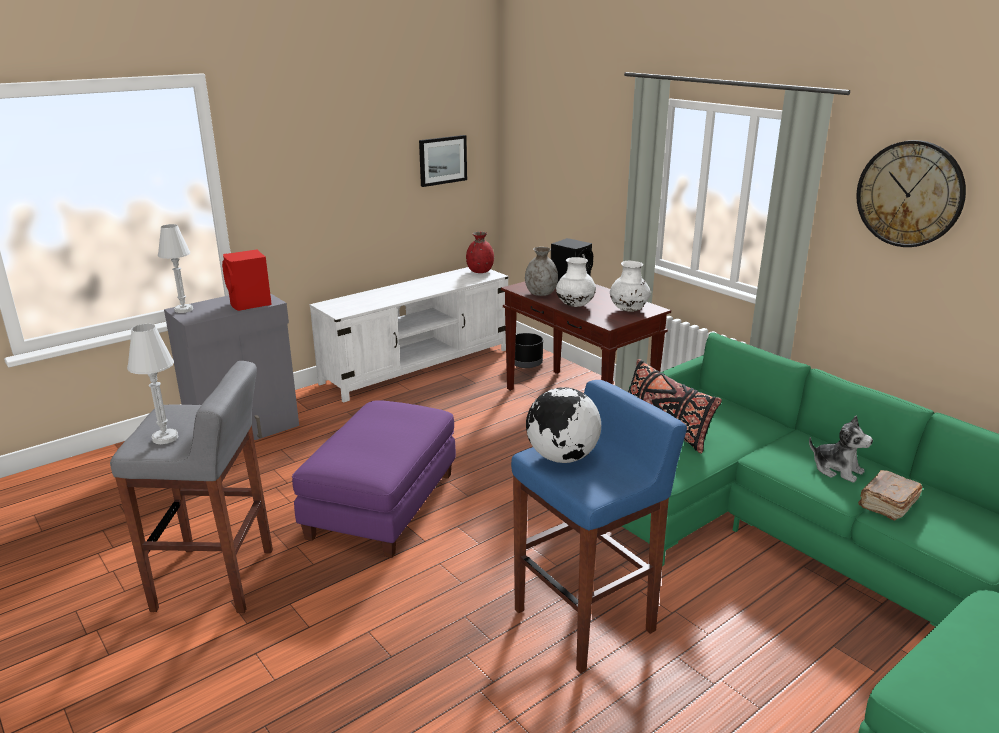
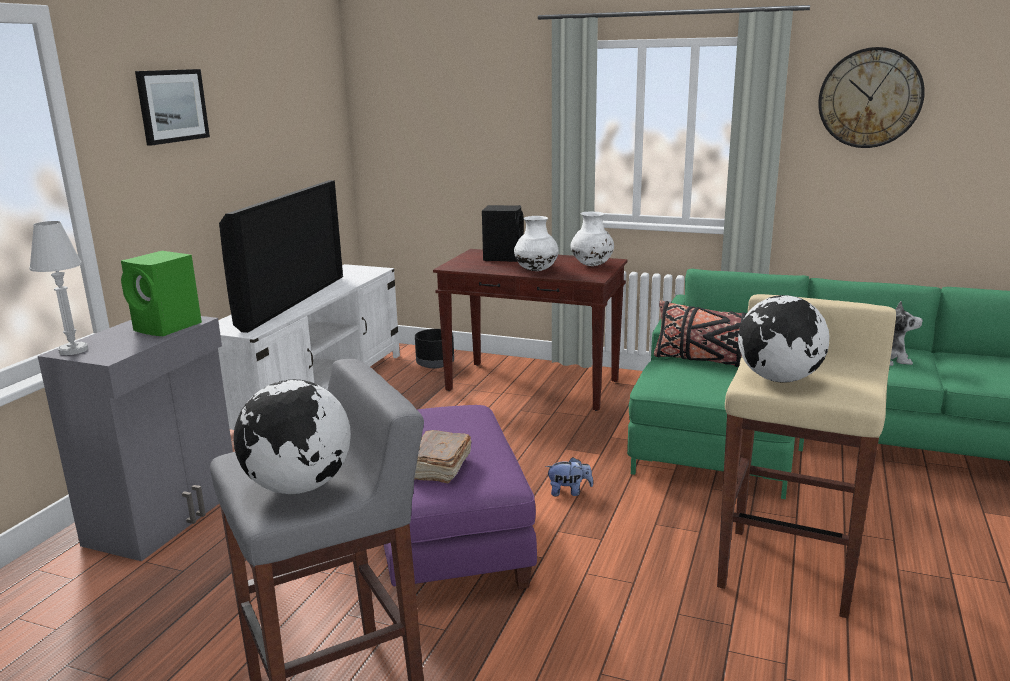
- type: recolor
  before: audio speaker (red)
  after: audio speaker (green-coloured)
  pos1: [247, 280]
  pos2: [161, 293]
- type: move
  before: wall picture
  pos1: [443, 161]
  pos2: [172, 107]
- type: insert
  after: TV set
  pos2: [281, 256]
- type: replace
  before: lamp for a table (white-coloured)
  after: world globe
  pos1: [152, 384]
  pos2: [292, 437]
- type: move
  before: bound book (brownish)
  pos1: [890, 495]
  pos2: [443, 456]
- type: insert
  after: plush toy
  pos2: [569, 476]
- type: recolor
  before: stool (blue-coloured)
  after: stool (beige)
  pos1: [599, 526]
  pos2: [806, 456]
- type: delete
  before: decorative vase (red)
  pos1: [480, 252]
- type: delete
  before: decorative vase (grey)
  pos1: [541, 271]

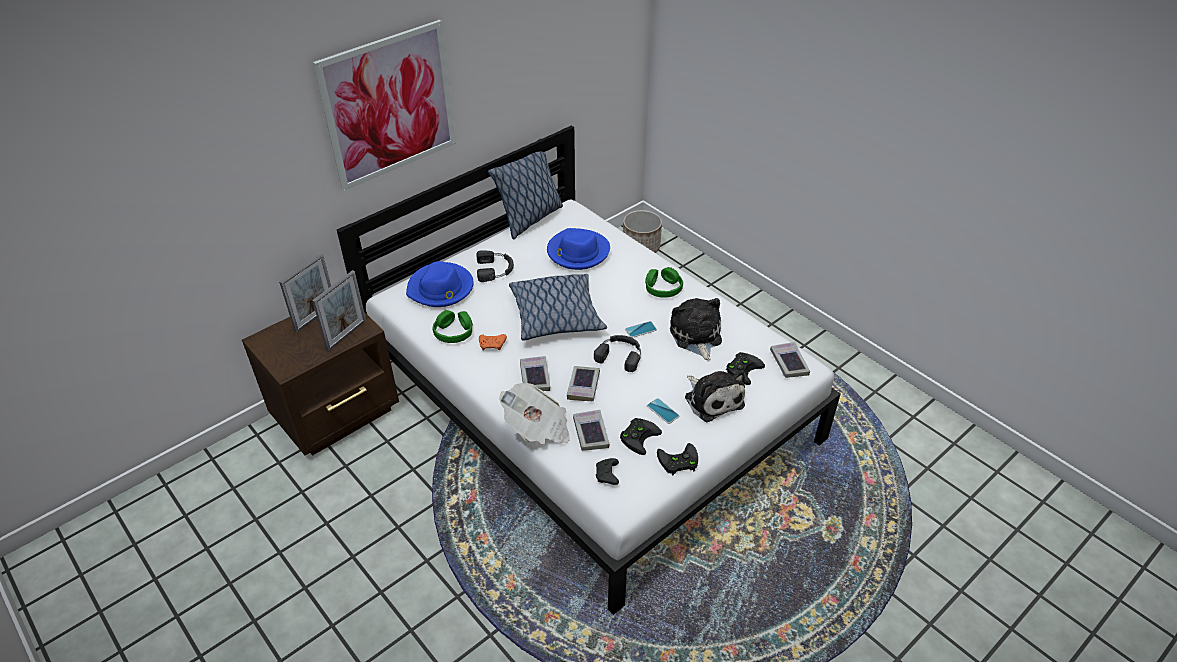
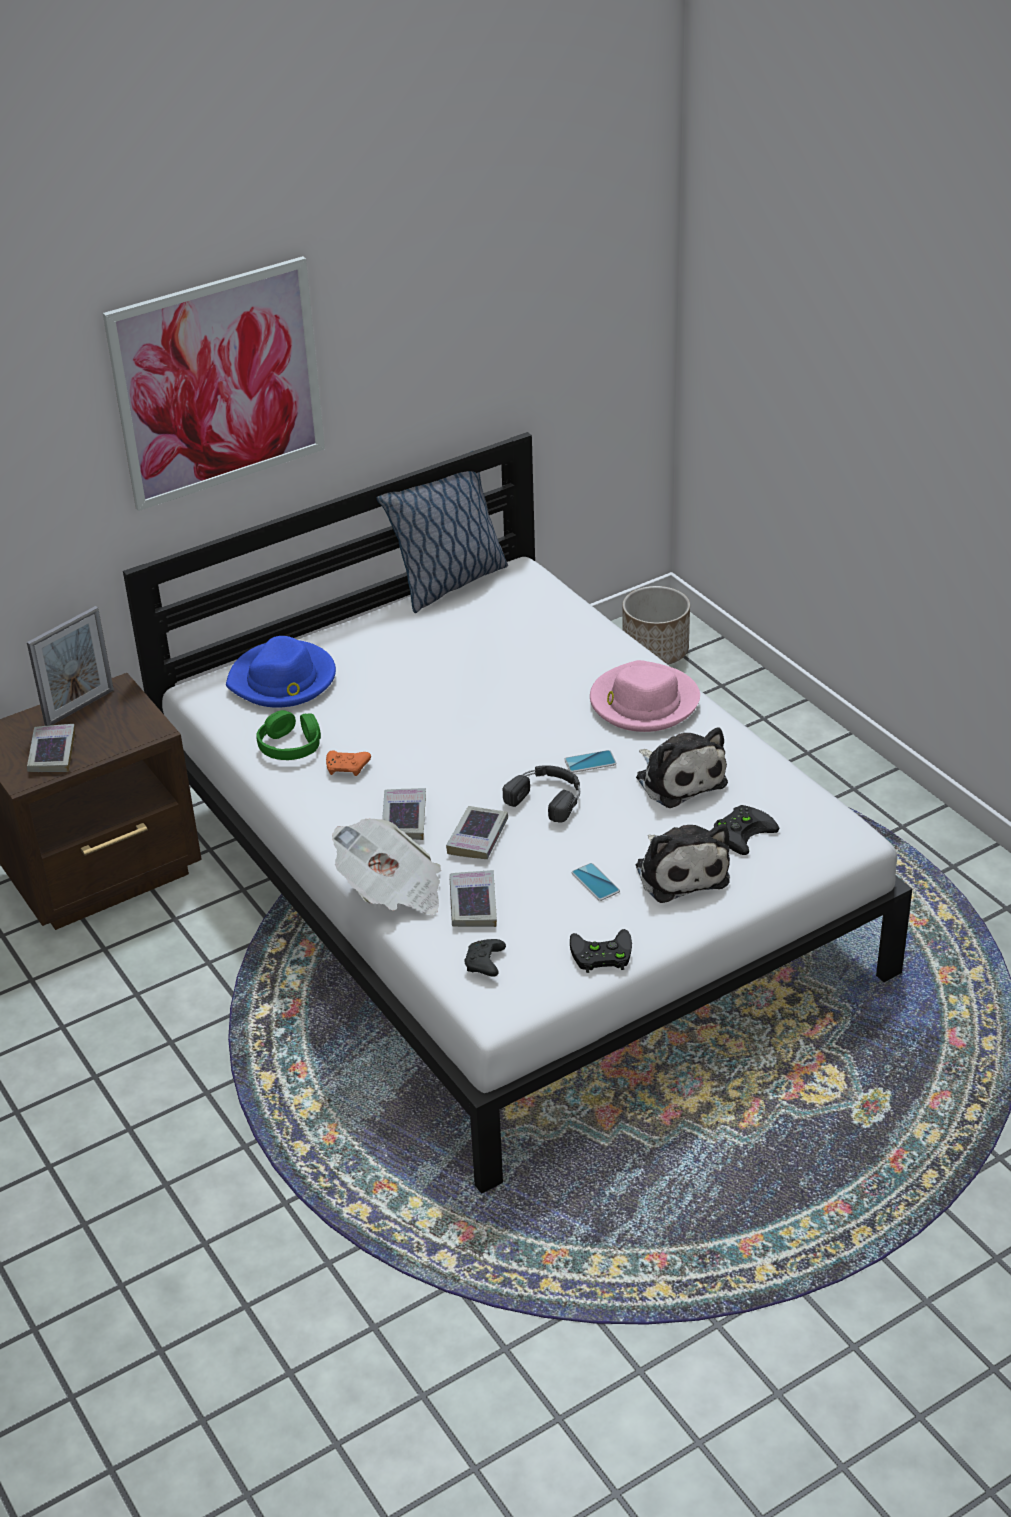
- type: move
  before: bound book
  pos1: [790, 360]
  pos2: [51, 748]
- type: replace
  before: headset (green-coloured)
  after: wearable hat (pink-coloured)
  pos1: [664, 282]
  pos2: [645, 696]
- type: rotate
  before: plush toy
  pos1: [696, 329]
  pos2: [682, 767]
  turn: 150
- type: delete
  before: photo frame
  pos1: [339, 310]
- type: delete
  before: headset (blackish)
  pos1: [495, 266]
- type: delete
  before: cushion
  pos1: [558, 307]
- type: delete
  before: wearable hat (blue-coloured)
  pos1: [578, 249]
- type: delete
  before: gamepad (blackish)
  pos1: [641, 436]

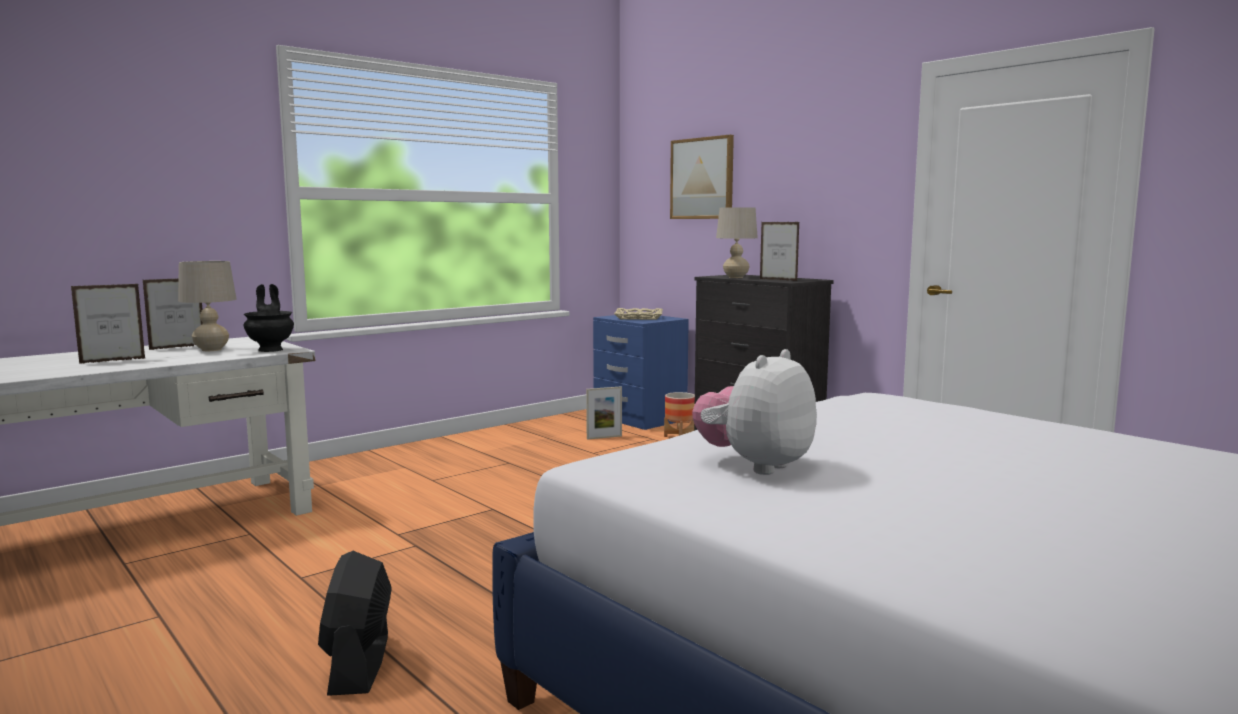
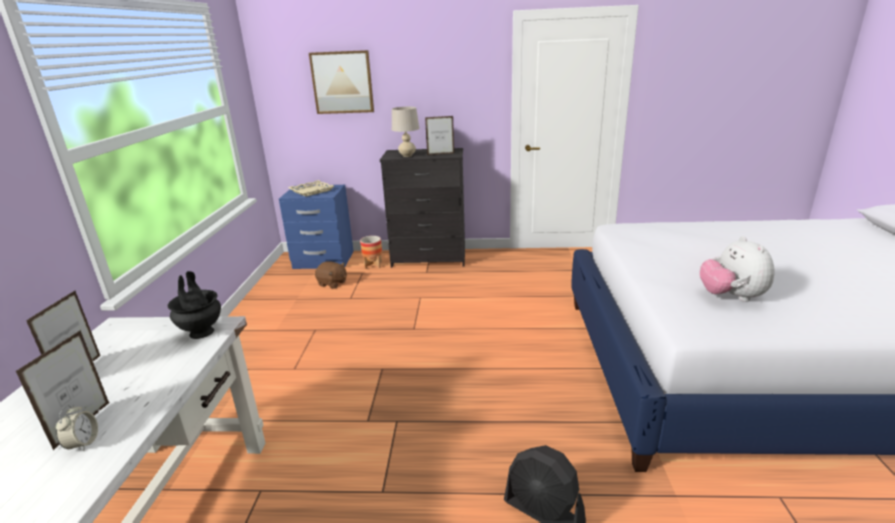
- type: insert
  after: alarm clock
  pos2: [77, 428]
- type: replace
  before: photo frame
  after: plush toy (brownish)
  pos1: [604, 413]
  pos2: [331, 275]
- type: delete
  before: lamp for a table (beige)
  pos1: [207, 306]

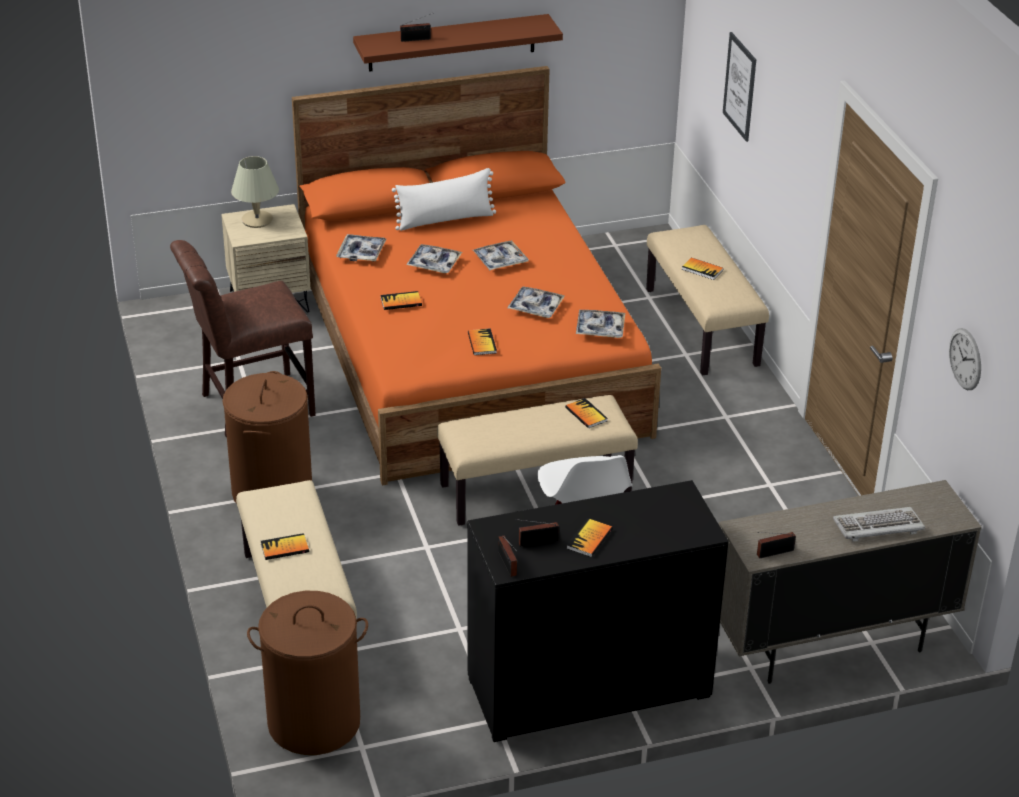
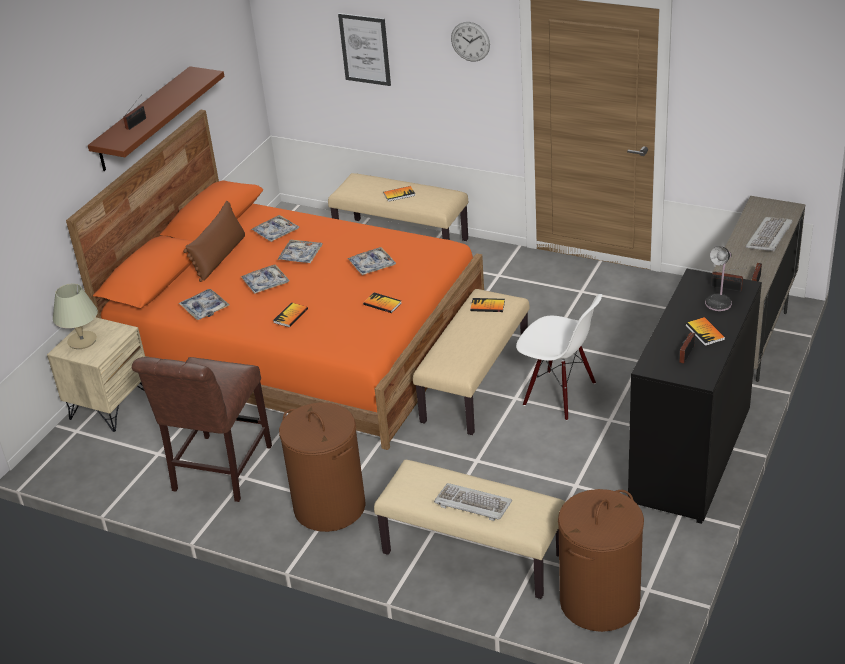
- type: recolor
  before: cushion (white-coloured)
  after: cushion (brownish)
  pos1: [444, 199]
  pos2: [214, 241]
- type: move
  before: tray
  pos1: [600, 324]
  pos2: [275, 228]
- type: replace
  before: bound book
  after: keyboard
  pos1: [285, 546]
  pos2: [473, 502]
- type: move
  before: hanging clock
  pos1: [965, 359]
  pos2: [470, 41]
- type: insert
  after: lamp for a table
  pos2: [718, 278]
- type: move
  before: radio set
  pos1: [508, 556]
  pos2: [727, 280]

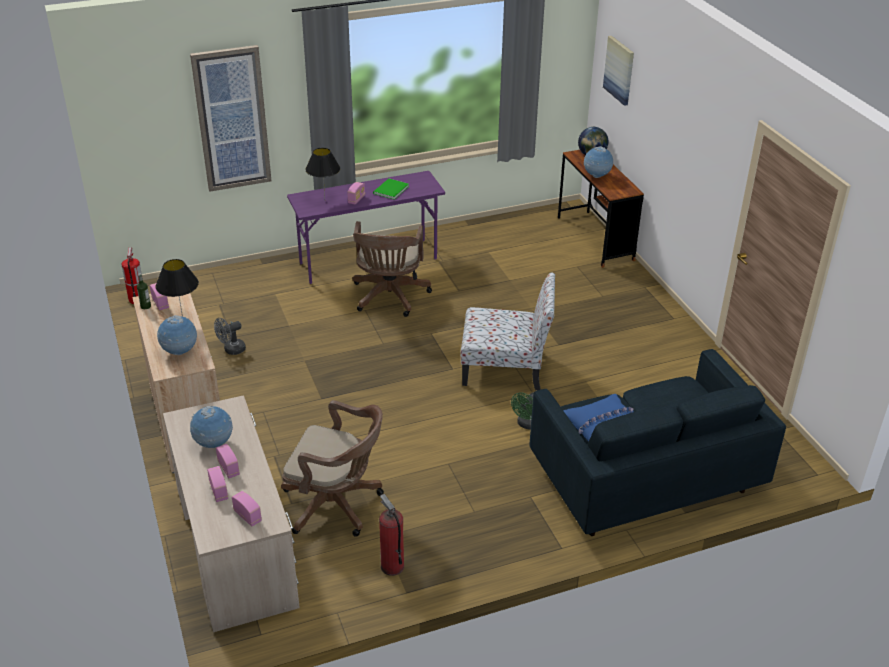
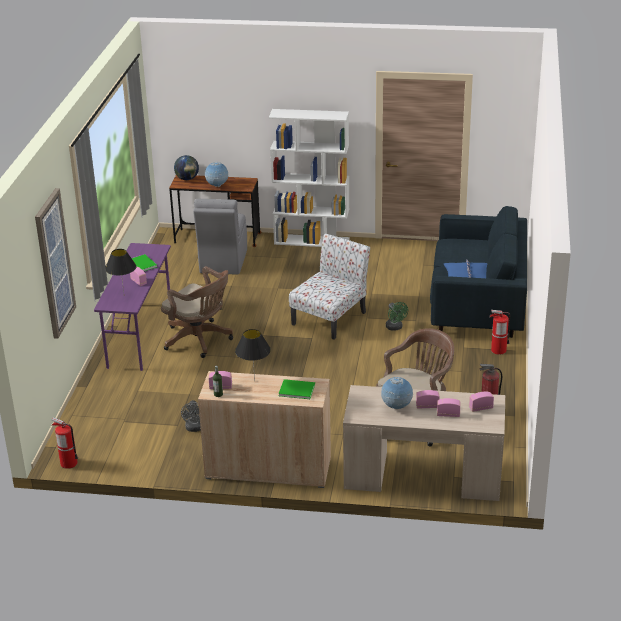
- type: insert
  after: upright chair (grey)
  pos2: [220, 236]
- type: insert
  after: bookcase (white-coloured)
  pos2: [309, 178]
- type: replace
  before: world globe
  after: bound book (green-coloured)
  pos1: [177, 335]
  pos2: [296, 389]
- type: insert
  after: fire-fighting cylinder
  pos2: [500, 332]
- type: delete
  before: wall picture
  pos1: [618, 71]

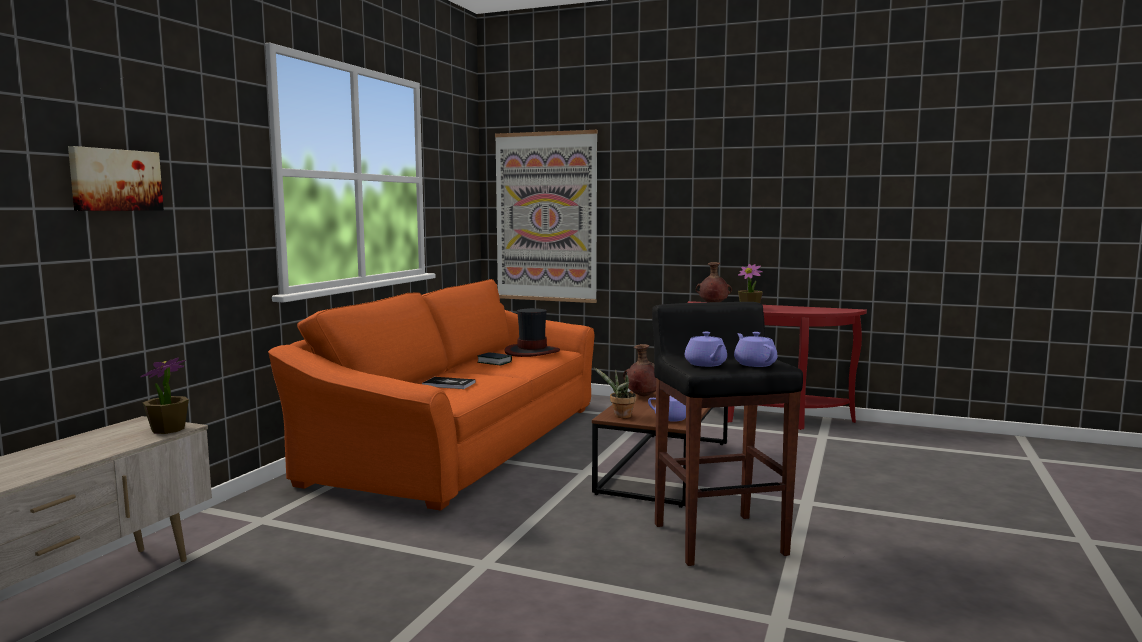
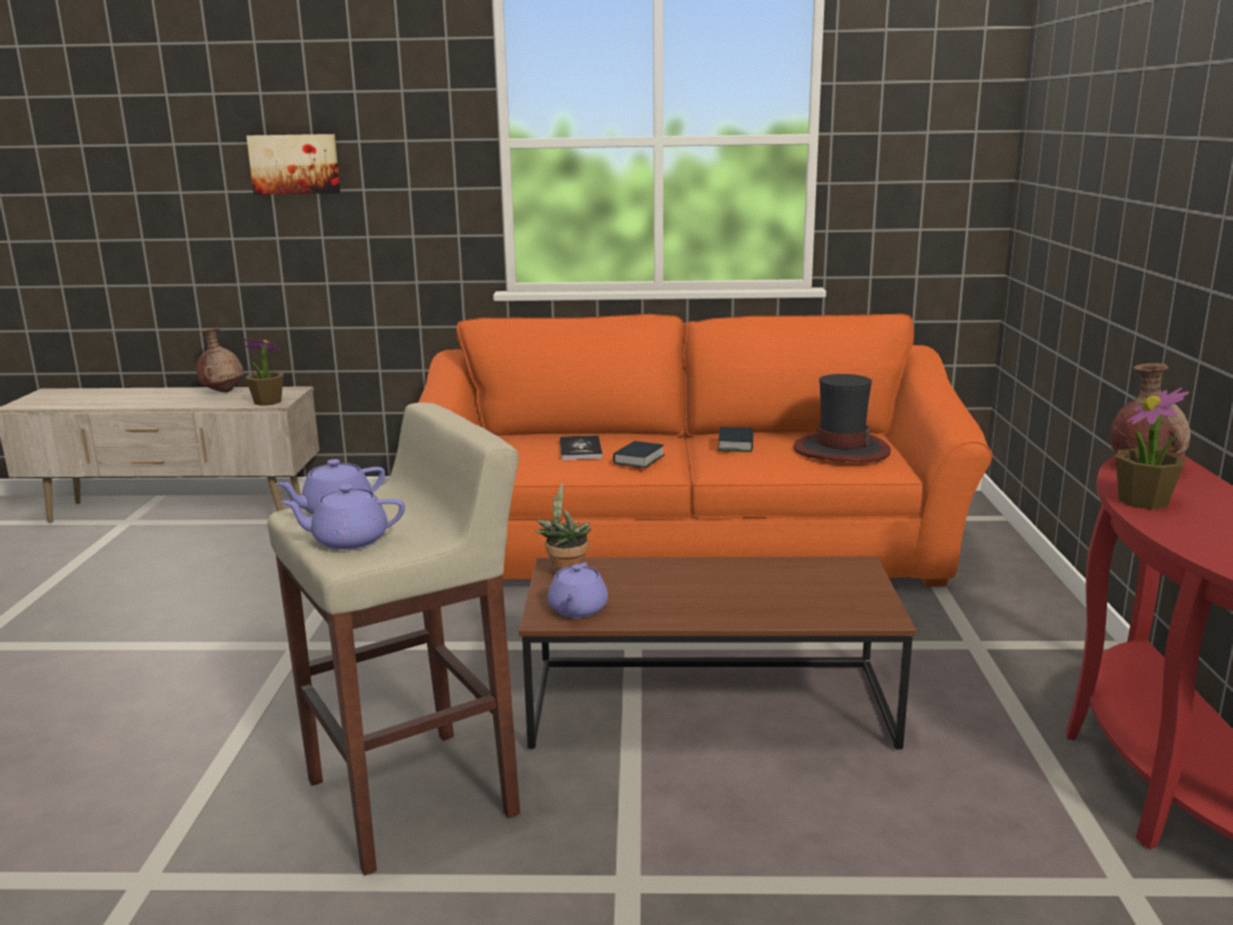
- type: move
  before: decorative vase (brownish)
  pos1: [639, 370]
  pos2: [220, 360]
- type: recolor
  before: stool (blackish)
  after: stool (beige)
  pos1: [727, 434]
  pos2: [393, 639]
- type: rotate
  before: pot for tea (purple)
  pos1: [755, 349]
  pos2: [343, 517]
  turn: -150
- type: insert
  after: bound book
  pos2: [639, 454]
- type: delete
  before: wall picture
  pos1: [546, 216]

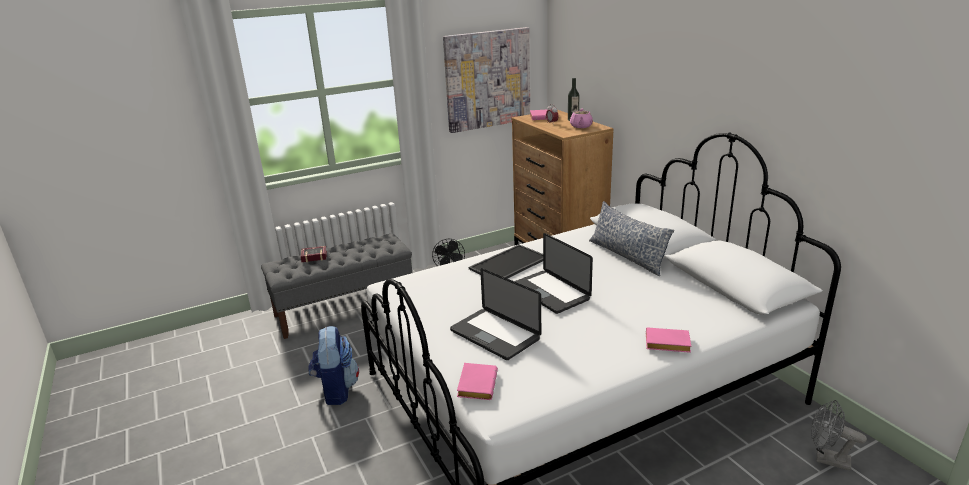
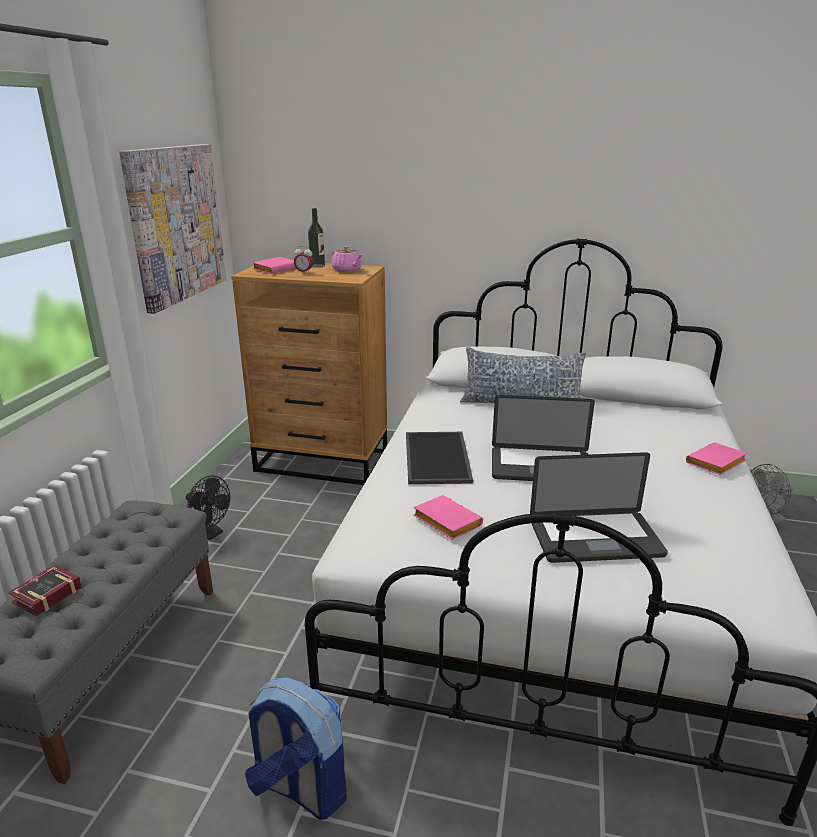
- type: move
  before: bound book (pink-coloured)
  pos1: [477, 381]
  pos2: [448, 517]

